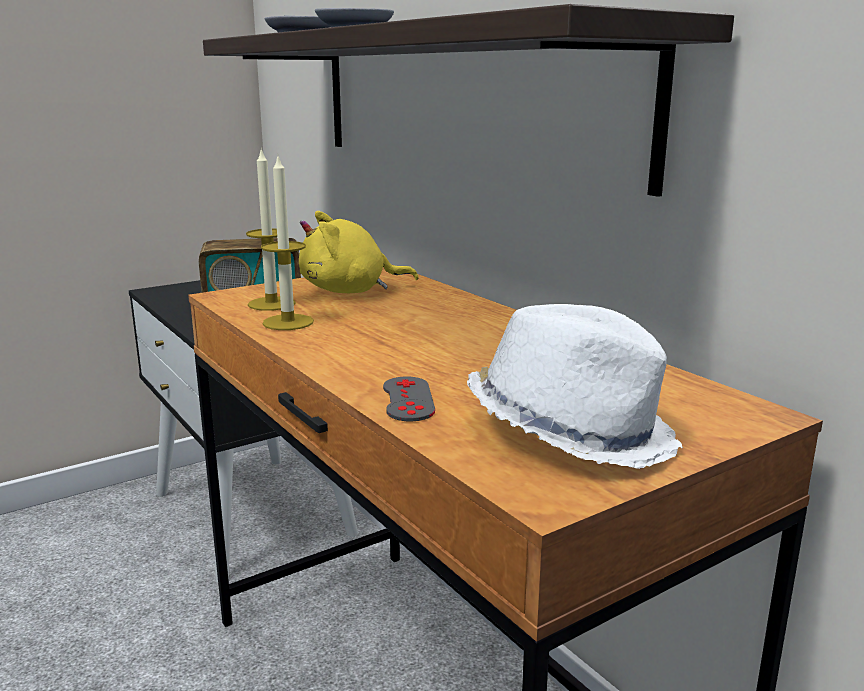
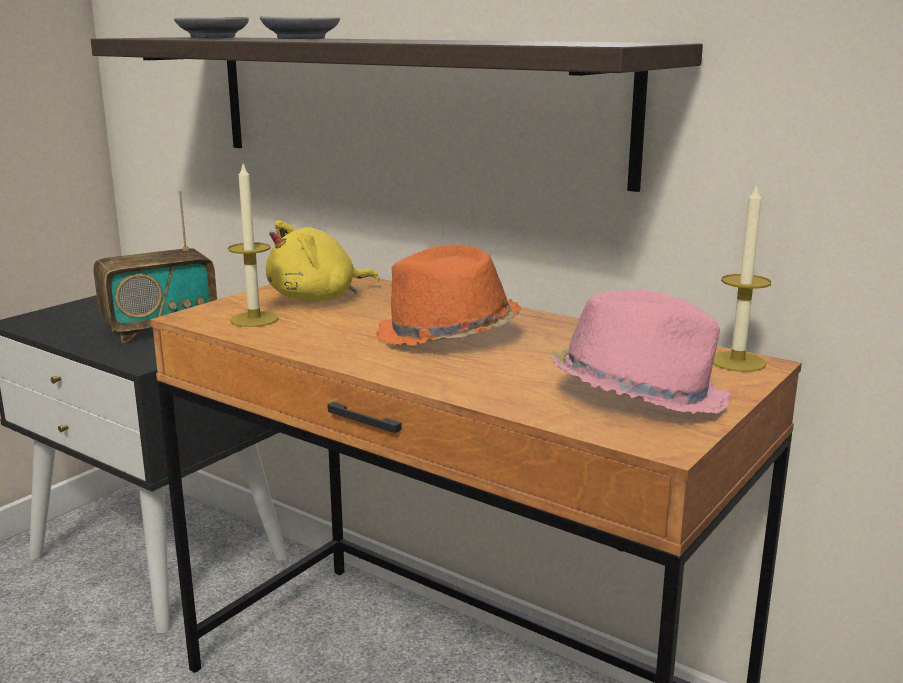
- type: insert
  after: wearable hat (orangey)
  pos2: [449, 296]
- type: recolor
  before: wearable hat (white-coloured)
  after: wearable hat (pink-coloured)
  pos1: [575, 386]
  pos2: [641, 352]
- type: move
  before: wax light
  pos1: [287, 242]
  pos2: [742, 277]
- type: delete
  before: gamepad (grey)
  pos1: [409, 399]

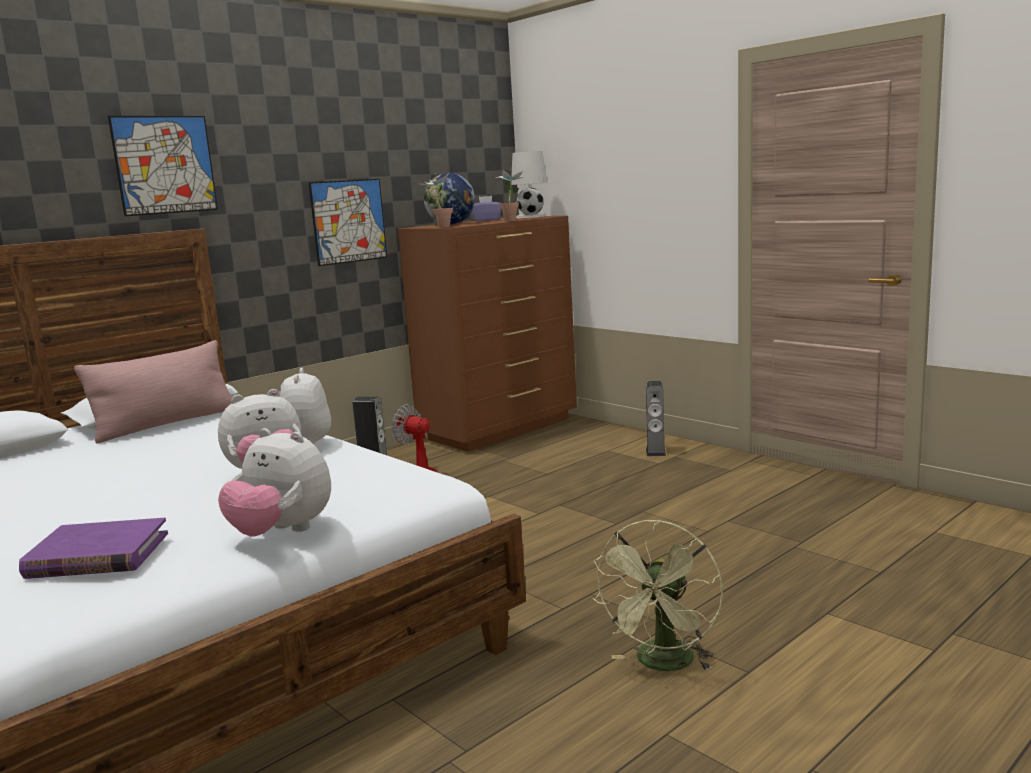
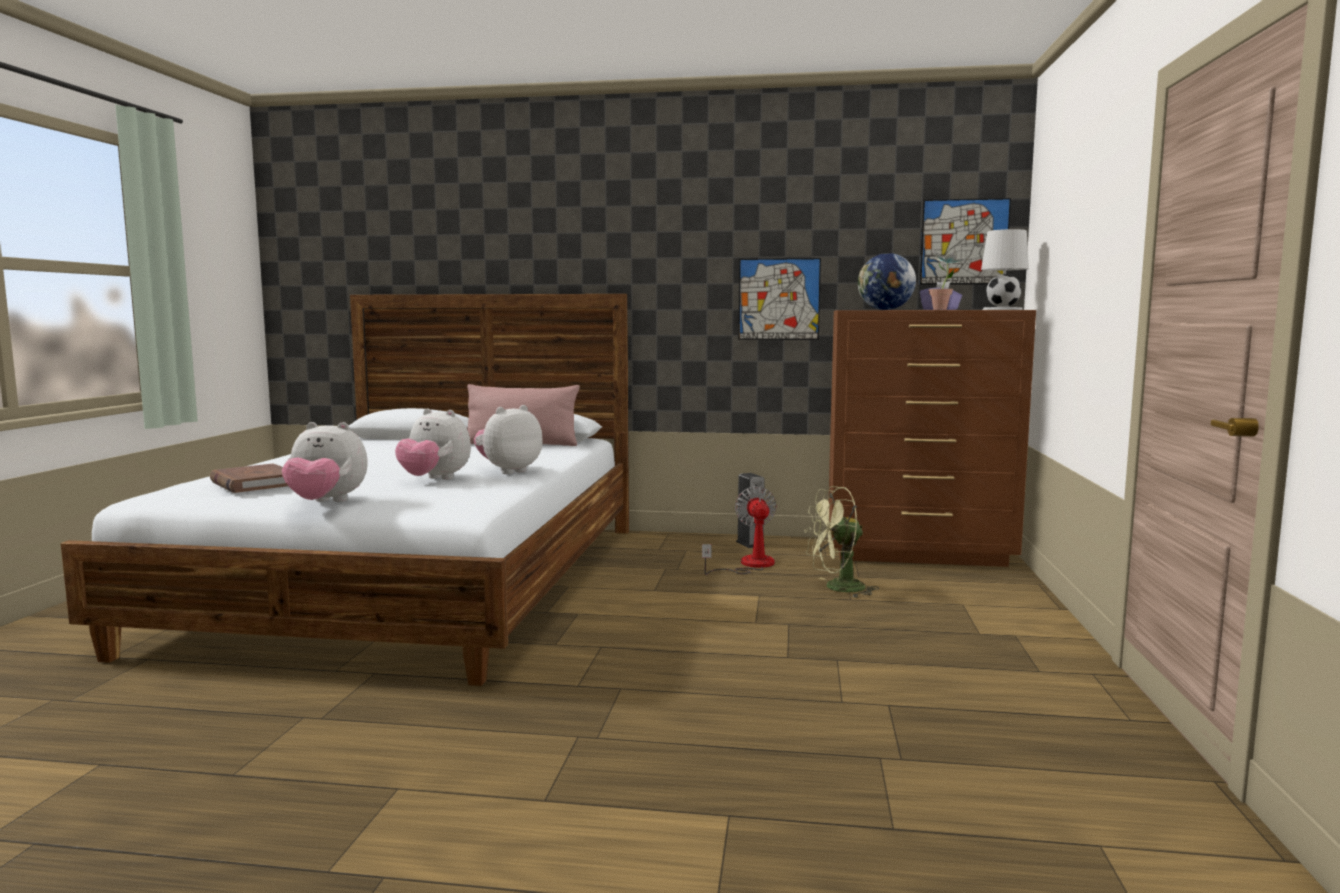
- type: recolor
  before: bound book (purple)
  after: bound book (brownish)
  pos1: [93, 548]
  pos2: [249, 478]
- type: rotate
  before: plush toy
  pos1: [274, 482]
  pos2: [325, 462]
  turn: -75
- type: move
  before: electric fan (green-coloured)
  pos1: [657, 595]
  pos2: [841, 542]
- type: move
  before: wall picture
  pos1: [163, 166]
  pos2: [965, 241]
- type: delete
  before: plant in a pot
  pos1: [435, 200]
- type: delete
  before: audio speaker
  pos1: [656, 418]

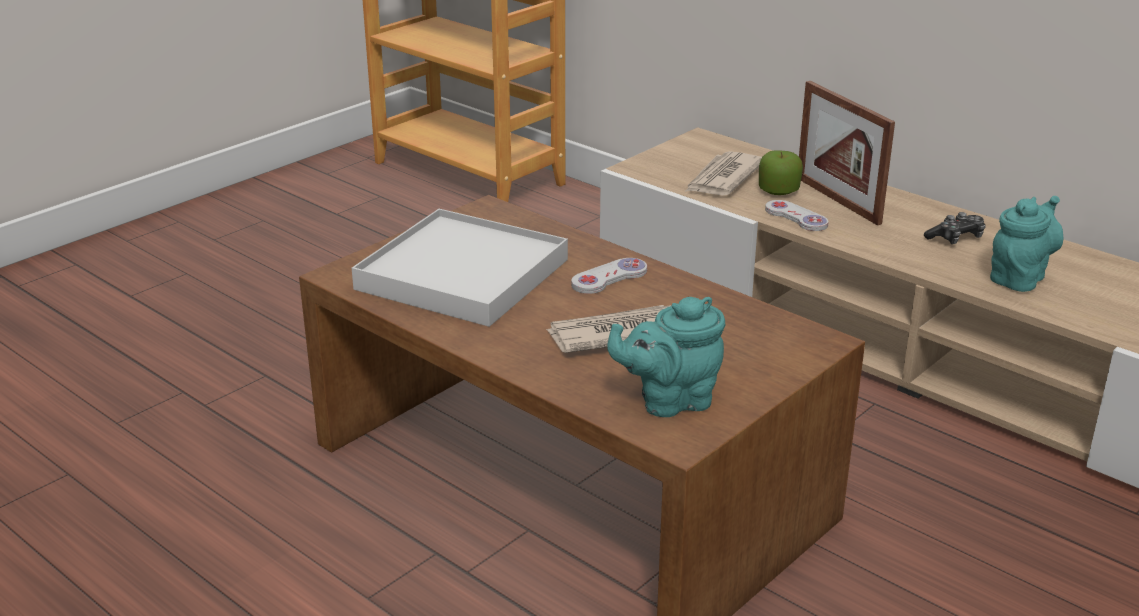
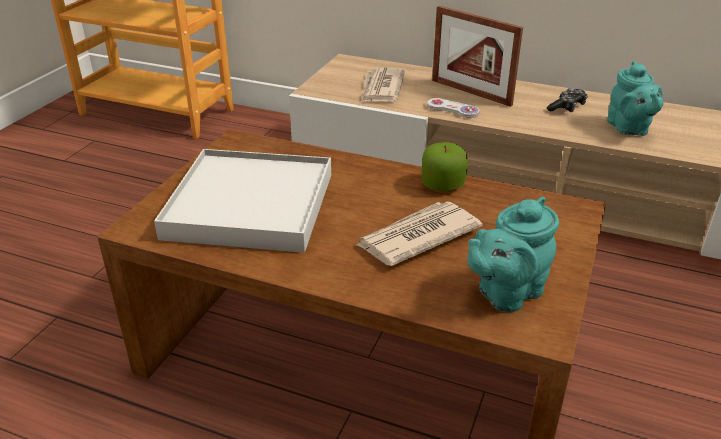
- type: move
  before: apple fruit
  pos1: [781, 172]
  pos2: [445, 166]
- type: rotate
  before: pot for tea (turquoise)
  pos1: [1027, 244]
  pos2: [635, 98]
  turn: 150
- type: delete
  before: gamepad (white-coloured)
  pos1: [609, 276]

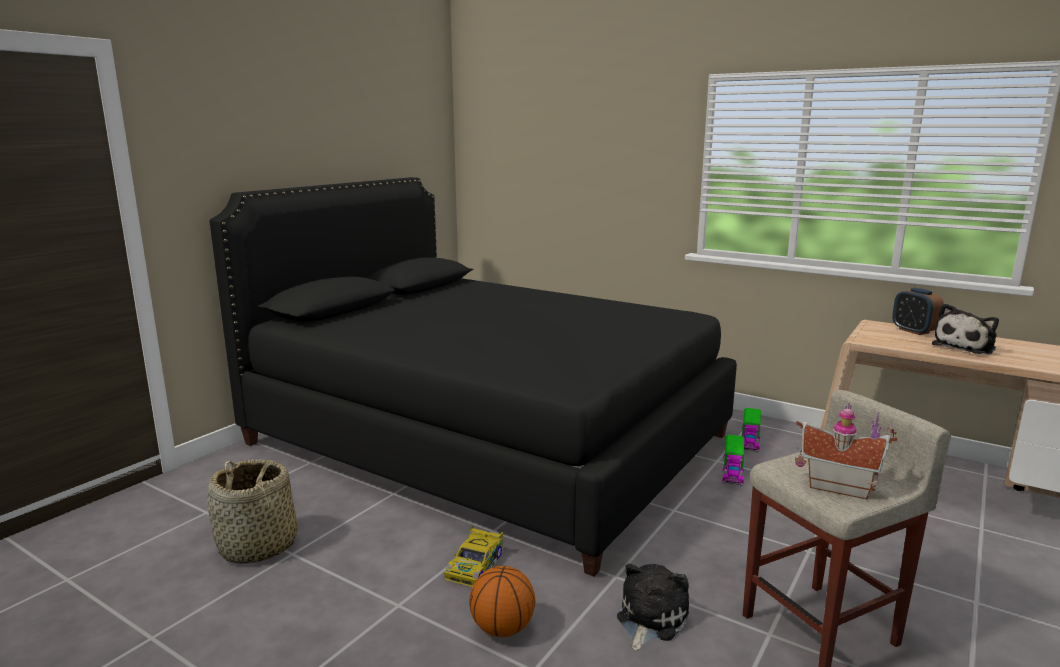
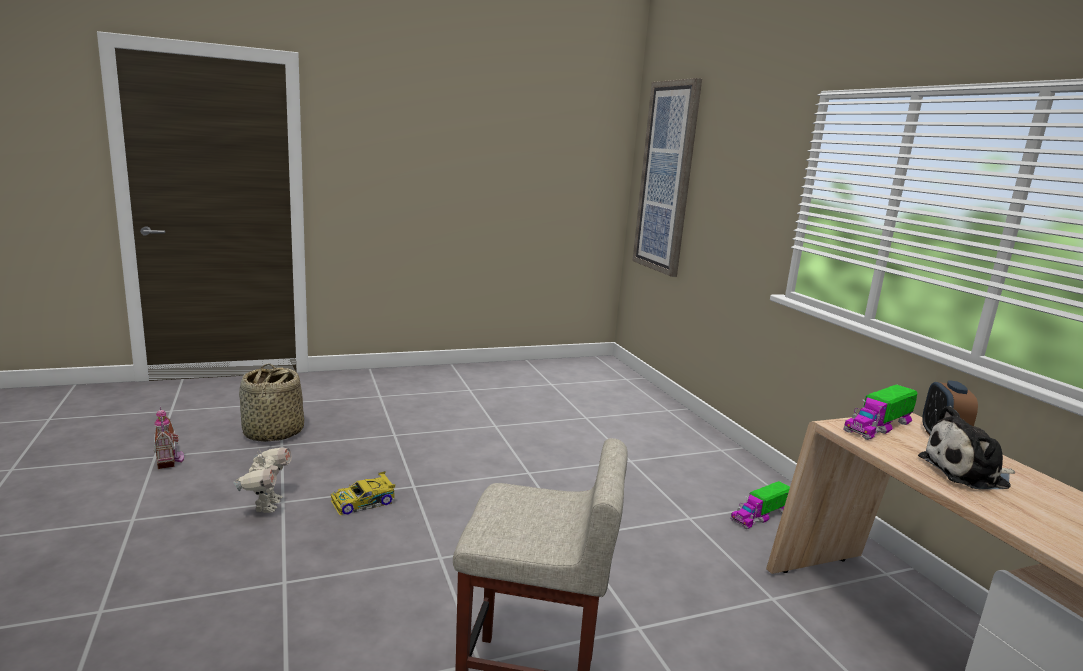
- type: move
  before: toy house
  pos1: [846, 451]
  pos2: [169, 437]
- type: insert
  after: robot figure
  pos2: [262, 480]
- type: insert
  after: wall picture
  pos2: [667, 177]
- type: move
  before: model truck
  pos1: [733, 461]
  pos2: [881, 412]
- type: delete
  before: sleeping bed (blackish)
  pos1: [473, 377]
- type: delete
  before: ball for basketball
  pos1: [502, 601]
- type: delete
  before: plush toy
  pos1: [653, 607]

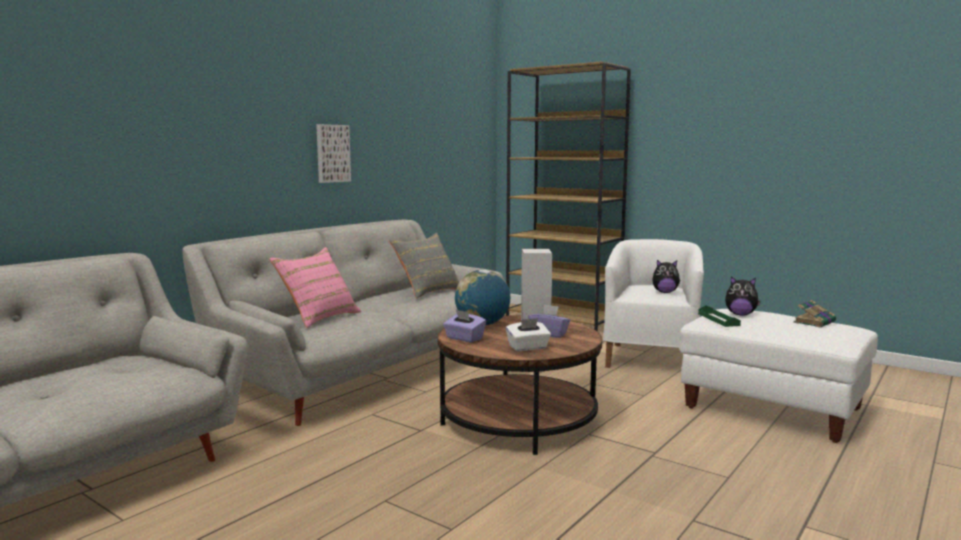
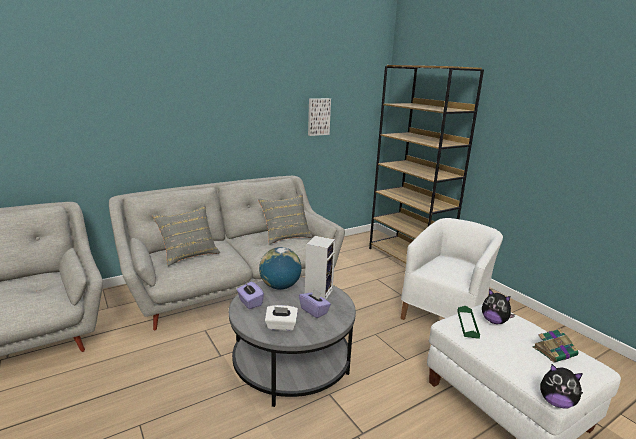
- type: recolor
  before: cushion (pink-coloured)
  after: cushion (grey)
  pos1: [315, 287]
  pos2: [186, 235]
- type: recolor
  before: low table (brownish)
  after: low table (grey)
  pos1: [520, 385]
  pos2: [292, 342]
- type: move
  before: wall picture
  pos1: [333, 153]
  pos2: [319, 117]
- type: move
  before: plush toy
  pos1: [666, 276]
  pos2: [561, 386]

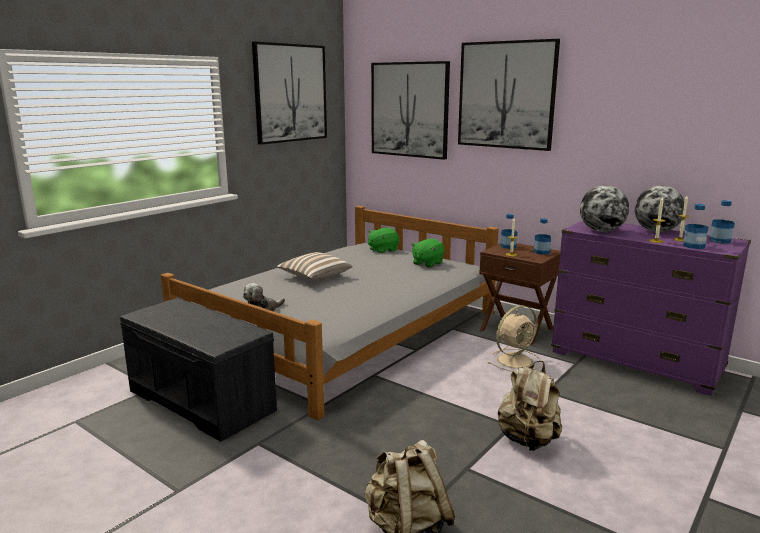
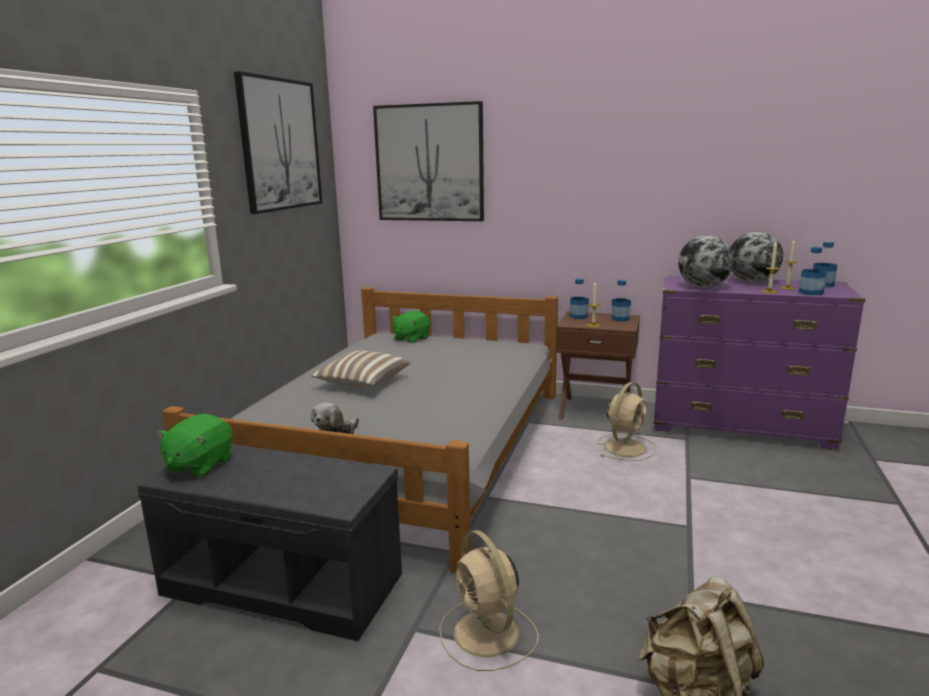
- type: move
  before: plush toy (green-coloured)
  pos1: [427, 253]
  pos2: [194, 445]
- type: insert
  after: electric fan (beige)
  pos2: [489, 600]
- type: delete
  before: wall picture
  pos1: [509, 95]
- type: delete
  before: backpack (beige)
  pos1: [530, 406]

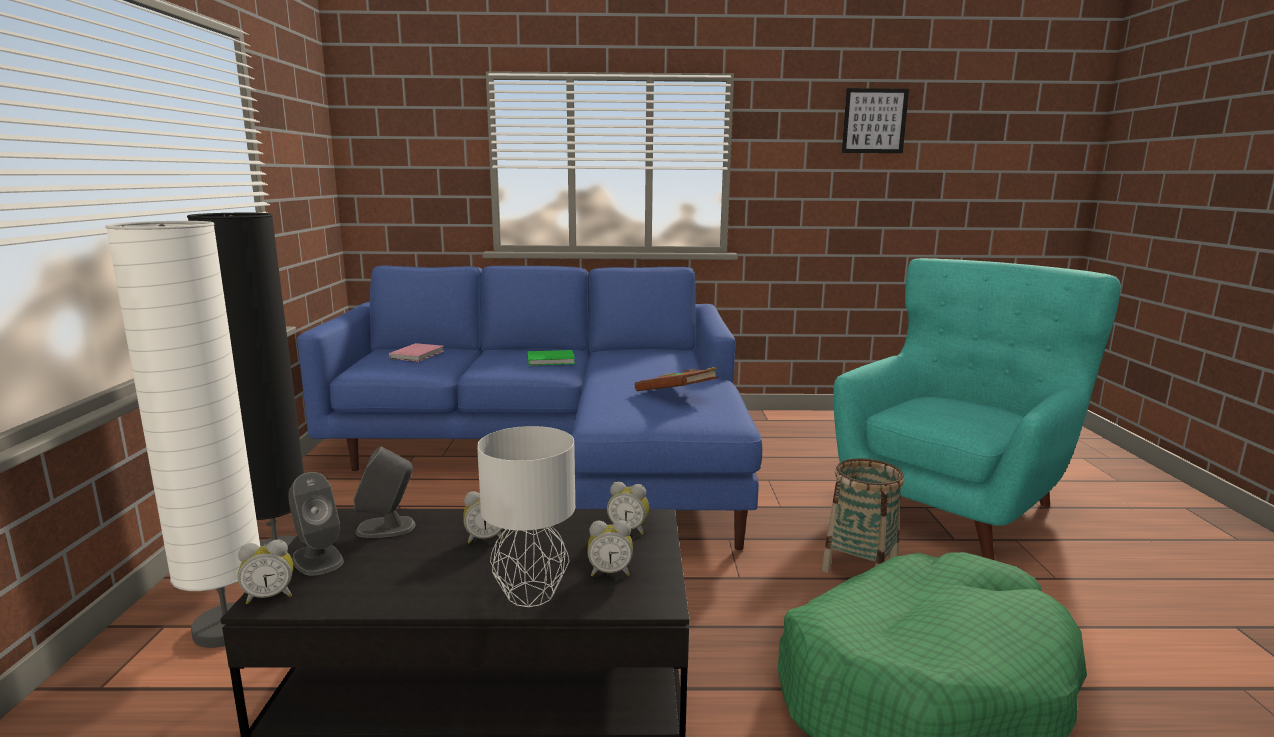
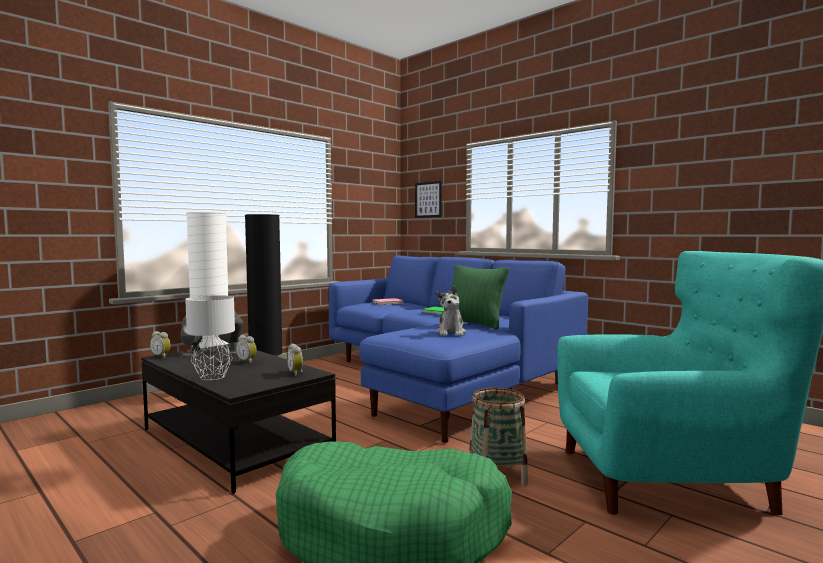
- type: move
  before: wall picture
  pos1: [875, 120]
  pos2: [428, 199]
- type: replace
  before: bound book (brownish)
  after: plush toy
  pos1: [676, 379]
  pos2: [451, 311]
- type: insert
  after: cushion (green-coloured)
  pos2: [480, 297]
- type: delete
  before: alarm clock
  pos1: [610, 548]

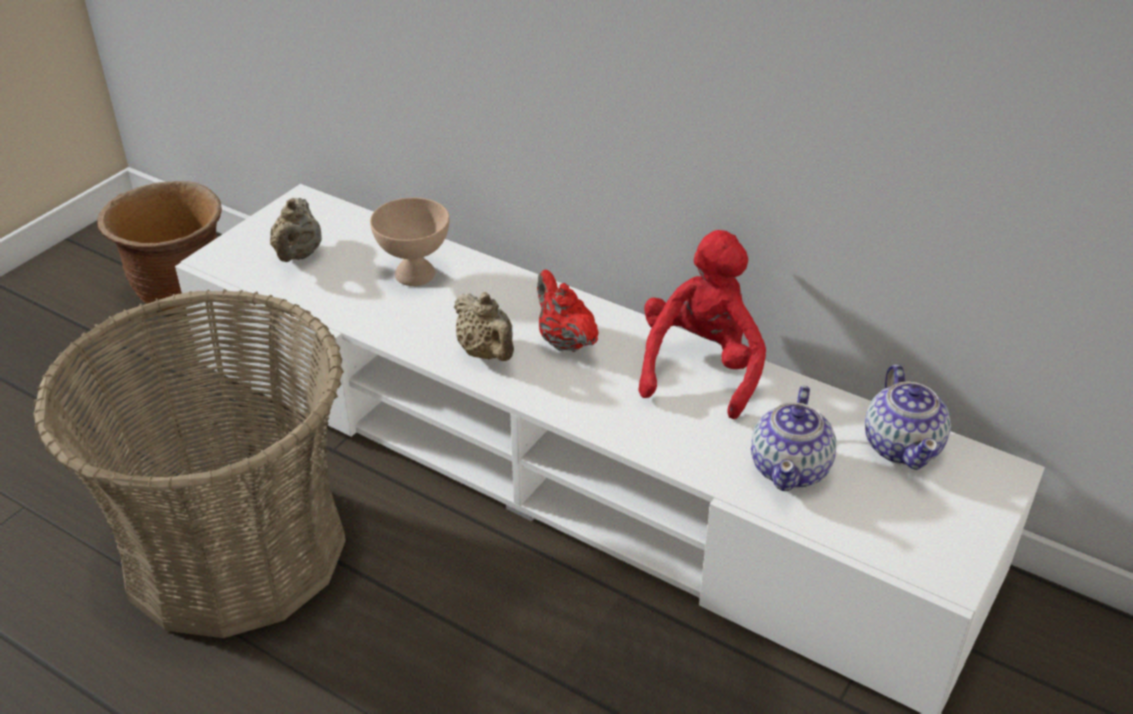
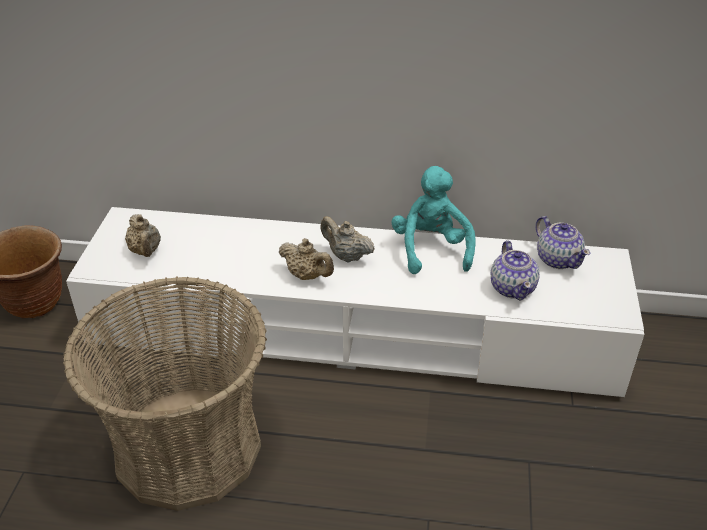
- type: recolor
  before: pot for tea (red)
  after: pot for tea (beige)
  pos1: [568, 311]
  pos2: [347, 239]
- type: recolor
  before: plush toy (red)
  after: plush toy (turquoise)
  pos1: [702, 324]
  pos2: [434, 220]
- type: delete
  before: serving bowl (beige)
  pos1: [409, 242]

